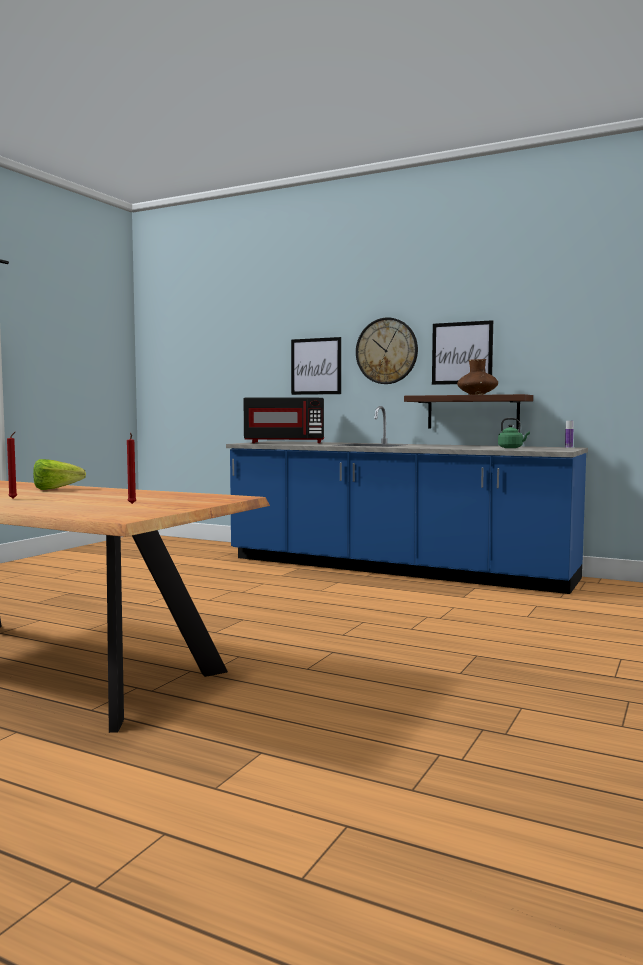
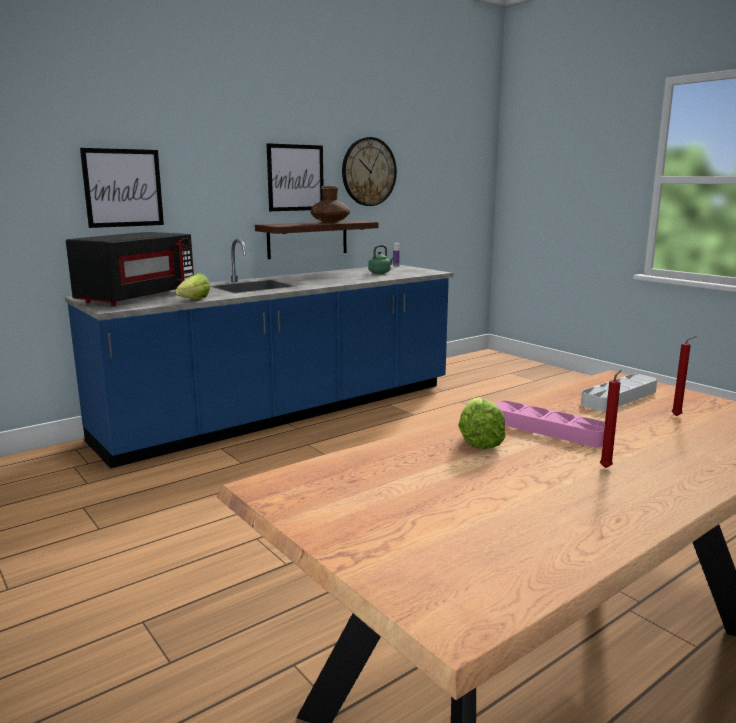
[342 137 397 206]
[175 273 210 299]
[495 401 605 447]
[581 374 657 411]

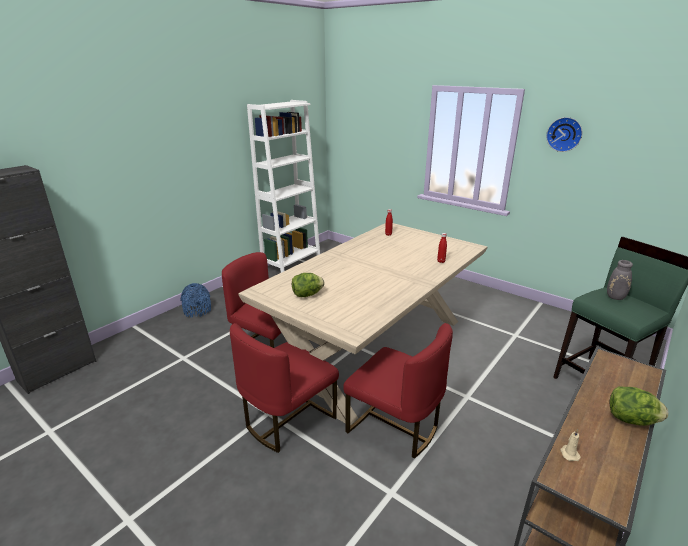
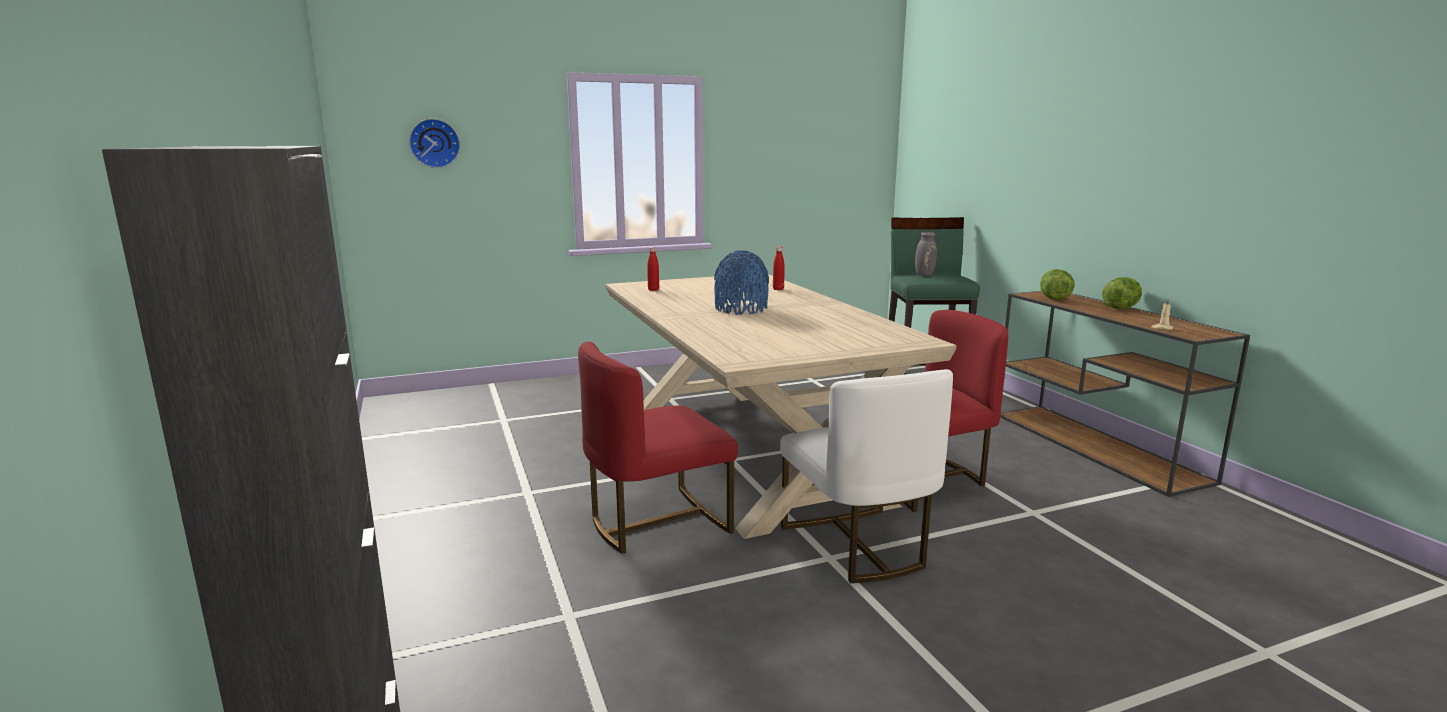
[714 250 769 315]
[780 369 953 583]
[247 100 320 273] (first image)
[1040 269 1074 300]
[409 119 460 168]

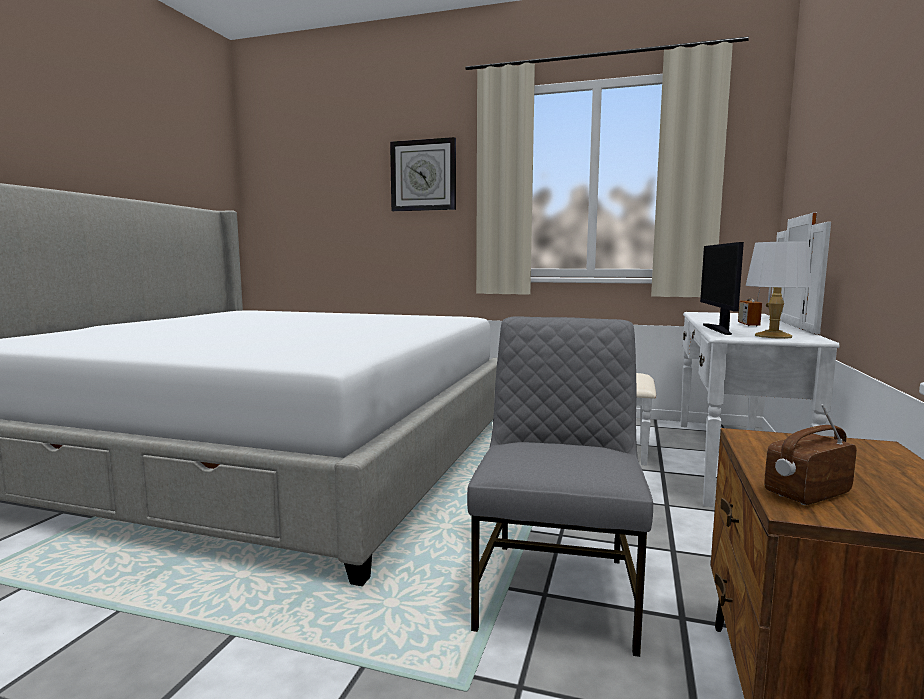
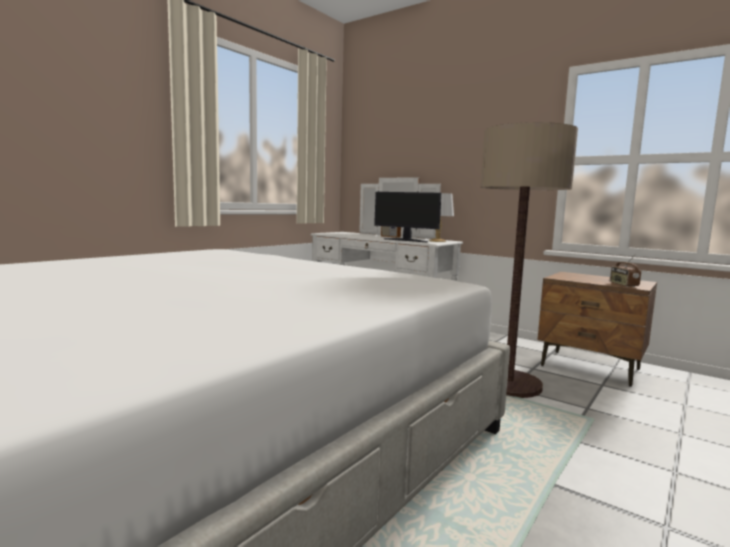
[390 137 456 211] (first image)
[481 122 578 398]

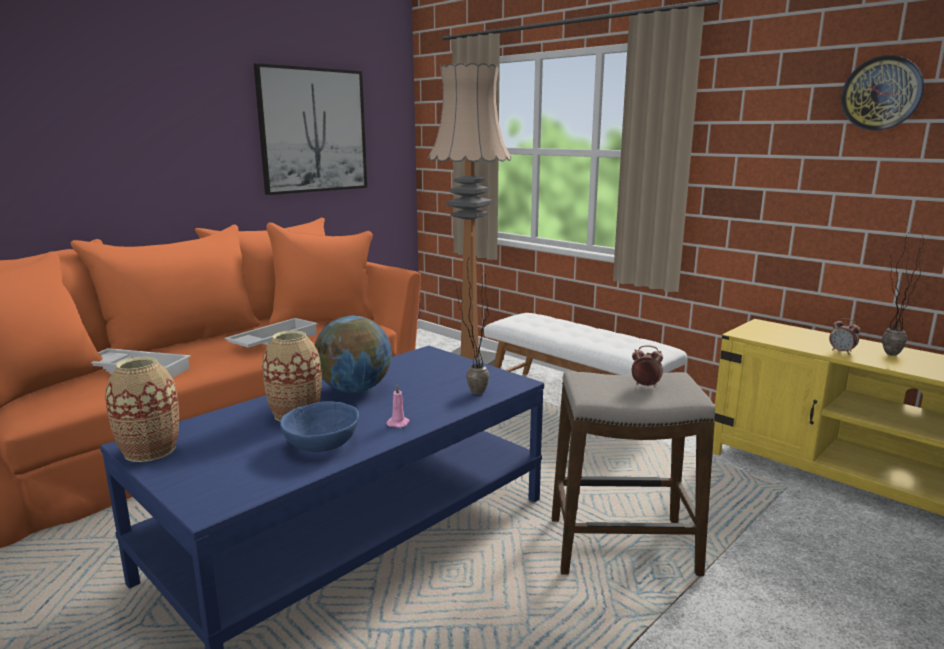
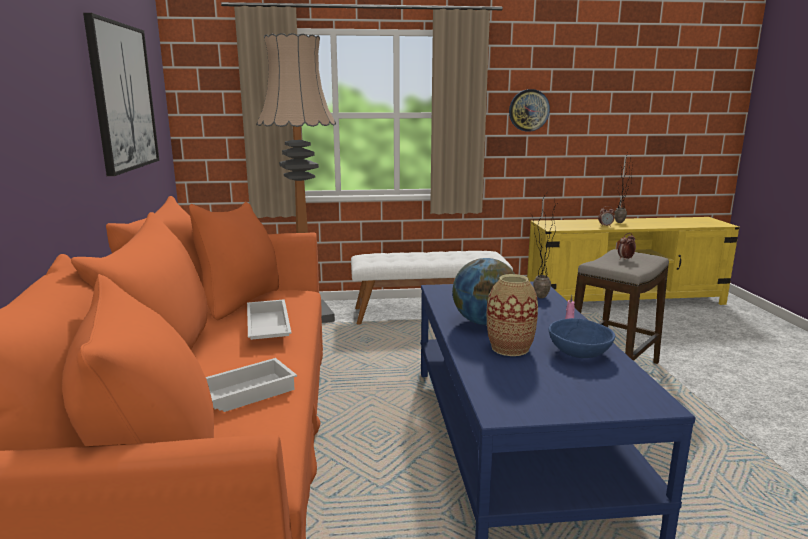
[105 357 179 462] (first image)
[509 89 550 132]

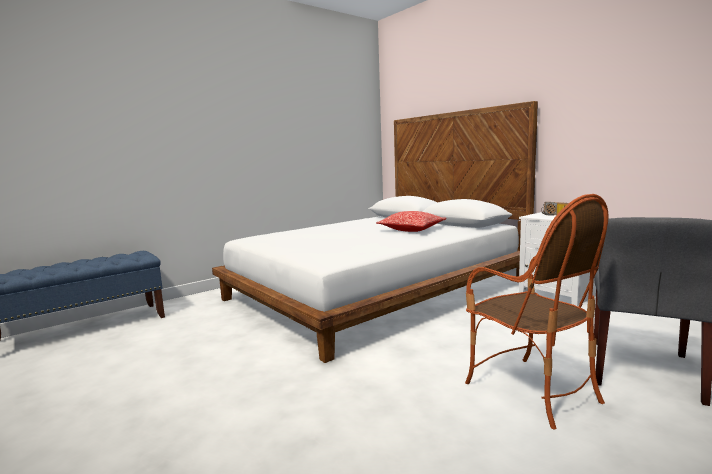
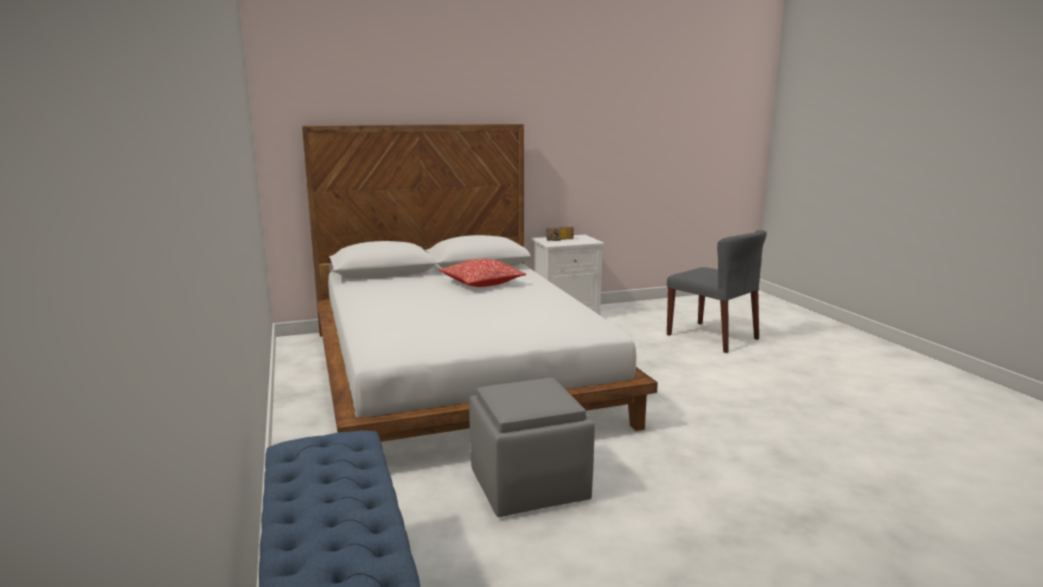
[465 194 609 429] (first image)
[469 378 595 517]

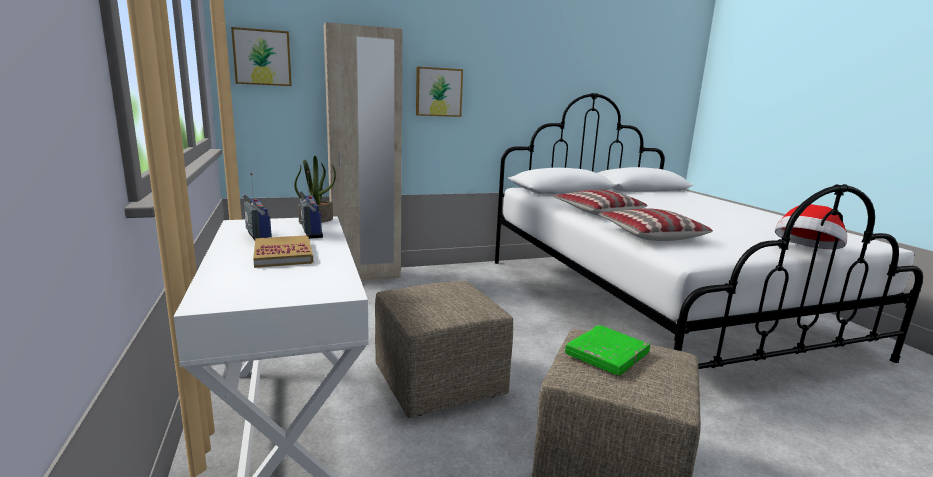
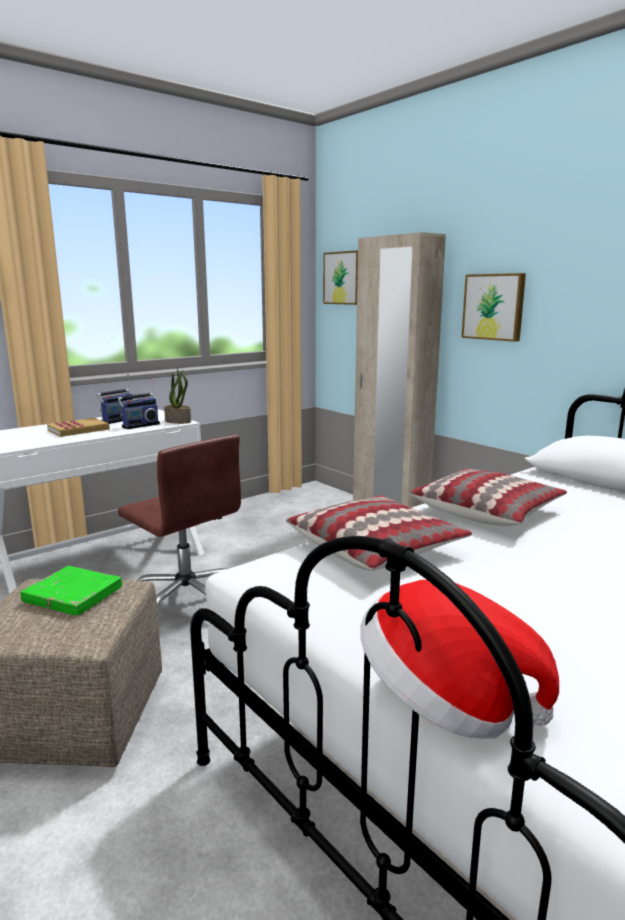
[118 435 241 608]

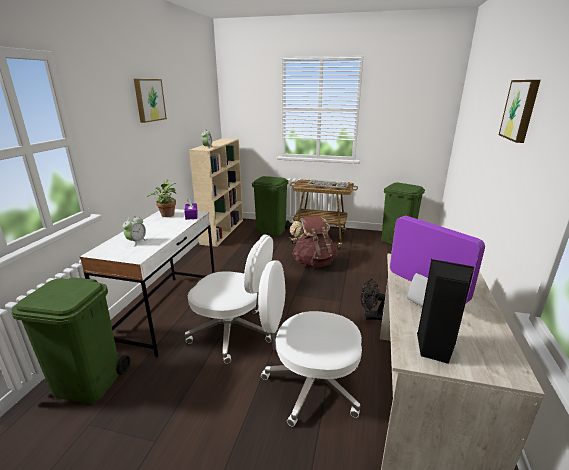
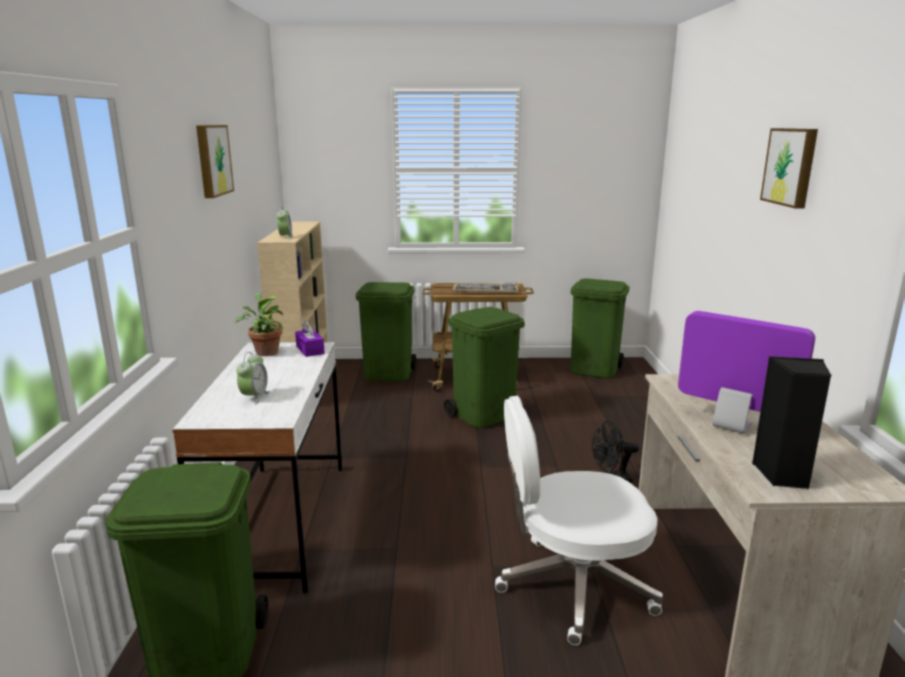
[185 234 273 364] (first image)
[444 307 525 428]

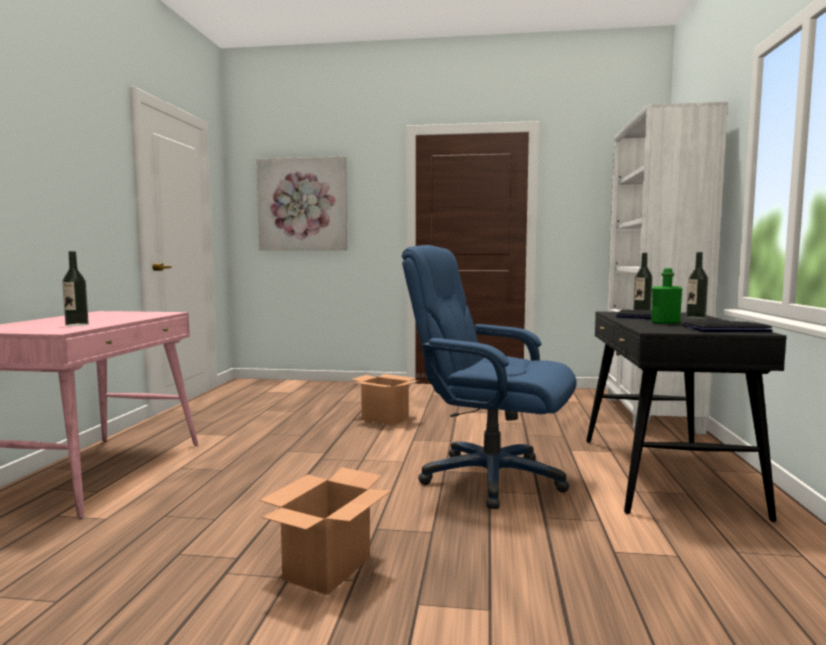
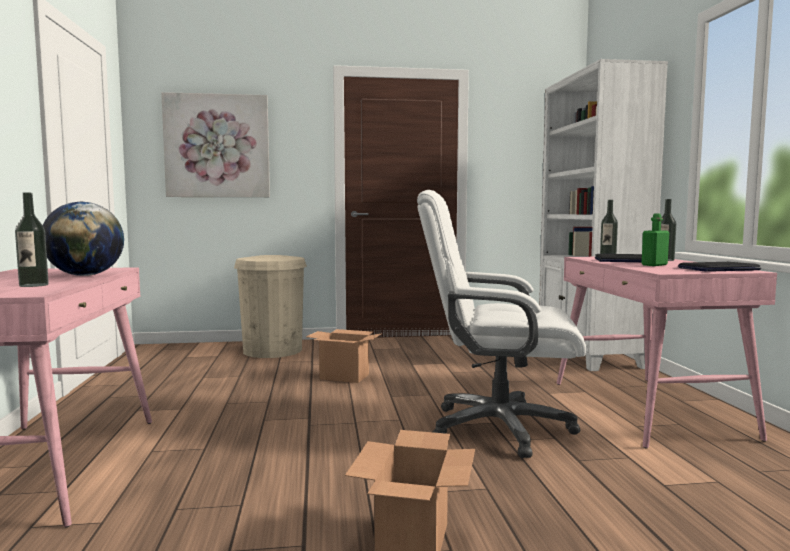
[417 190 586 458]
[556 256 777 448]
[43 201 124 276]
[234 255 307 358]

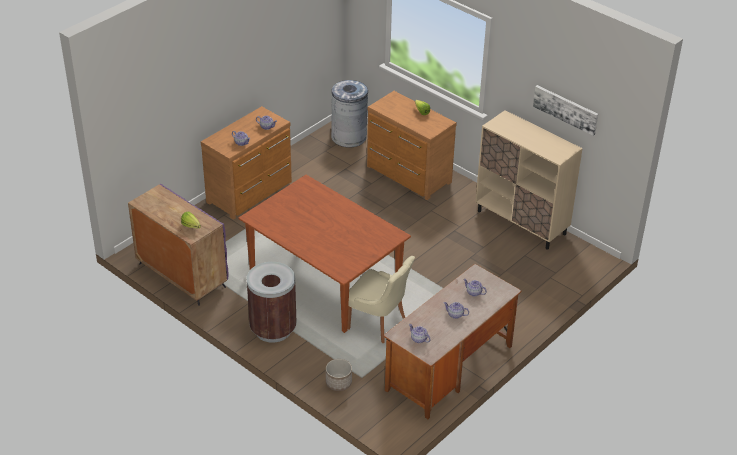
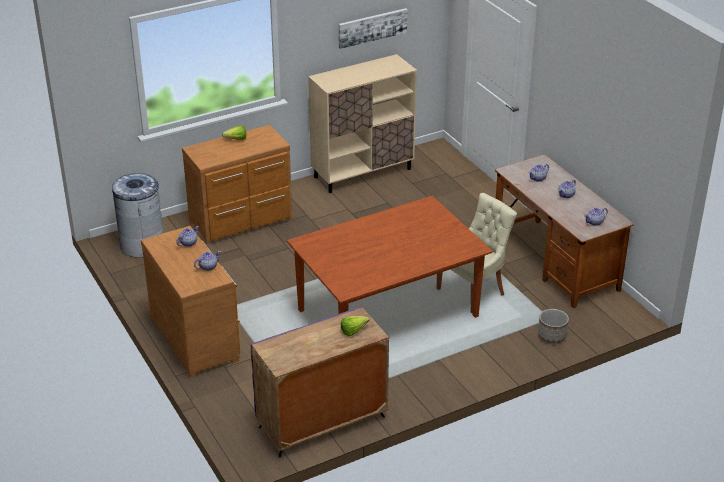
[246 262 297 343] (first image)

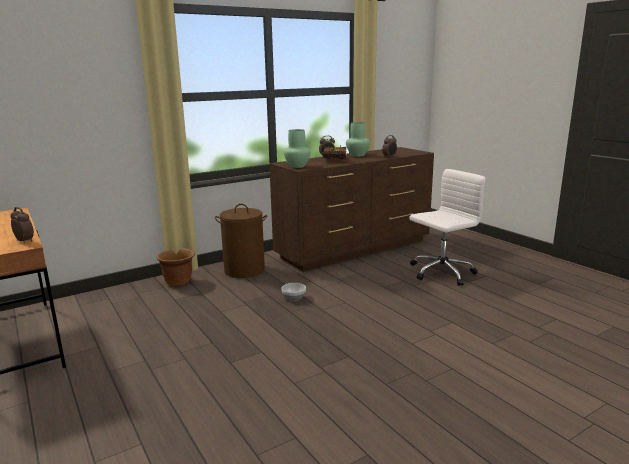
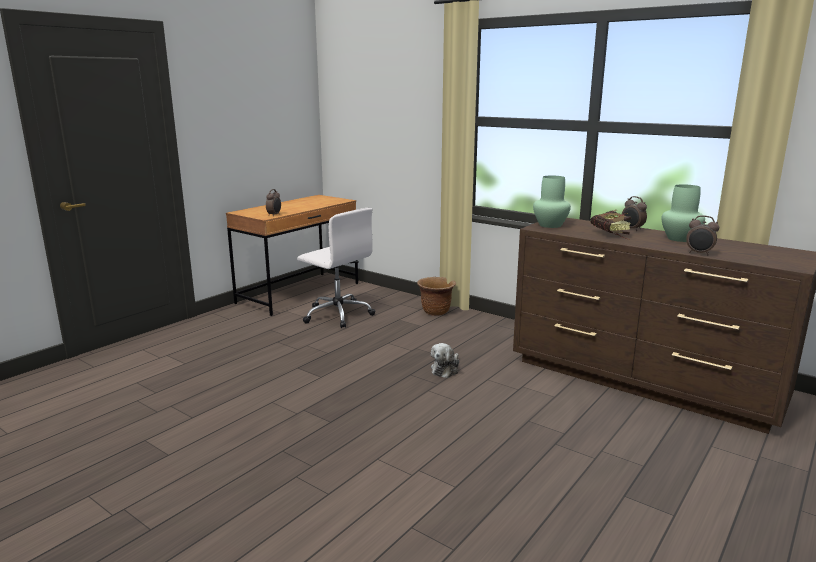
[215 204 267 278] (first image)
[431 343 459 378]
[297 208 375 328]

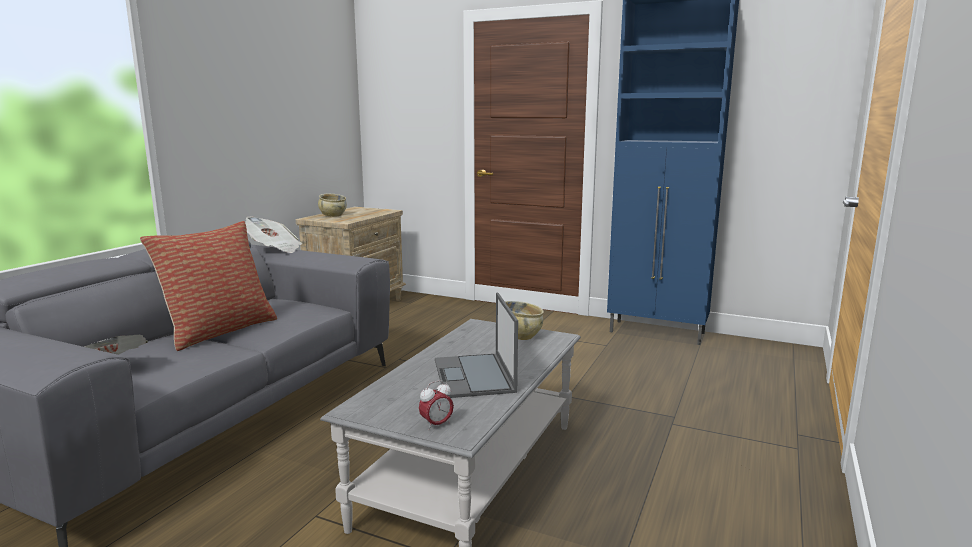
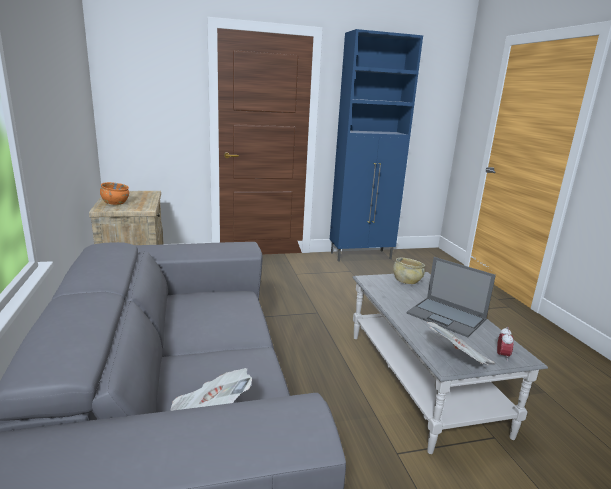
[140 221 277 351] (first image)
[427 322 495 366]
[100 182 129 205]

